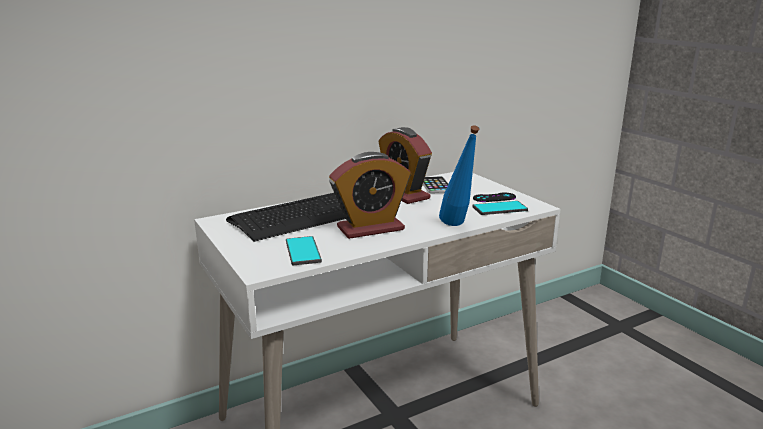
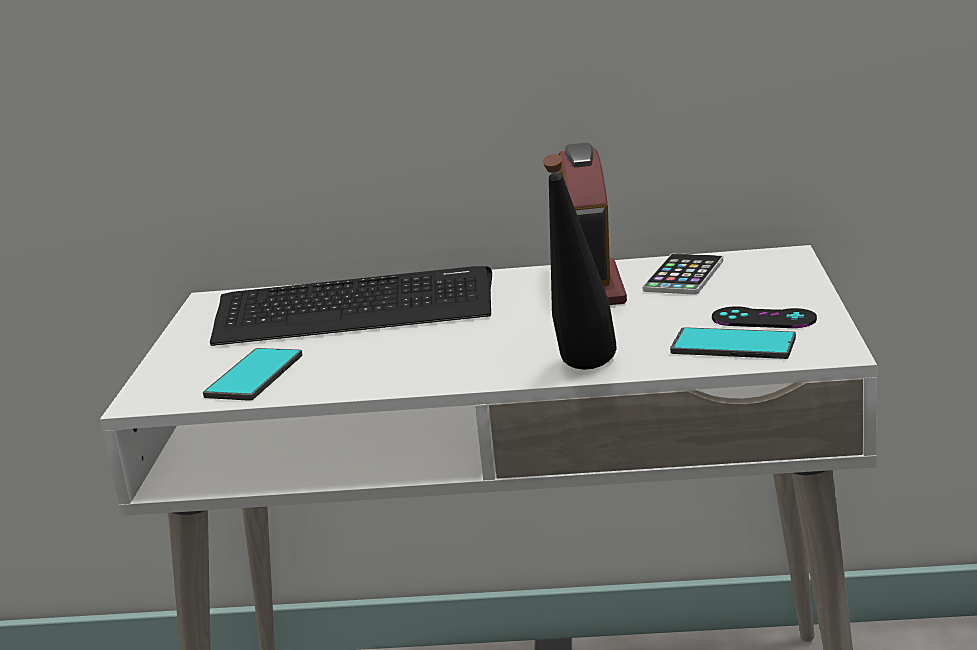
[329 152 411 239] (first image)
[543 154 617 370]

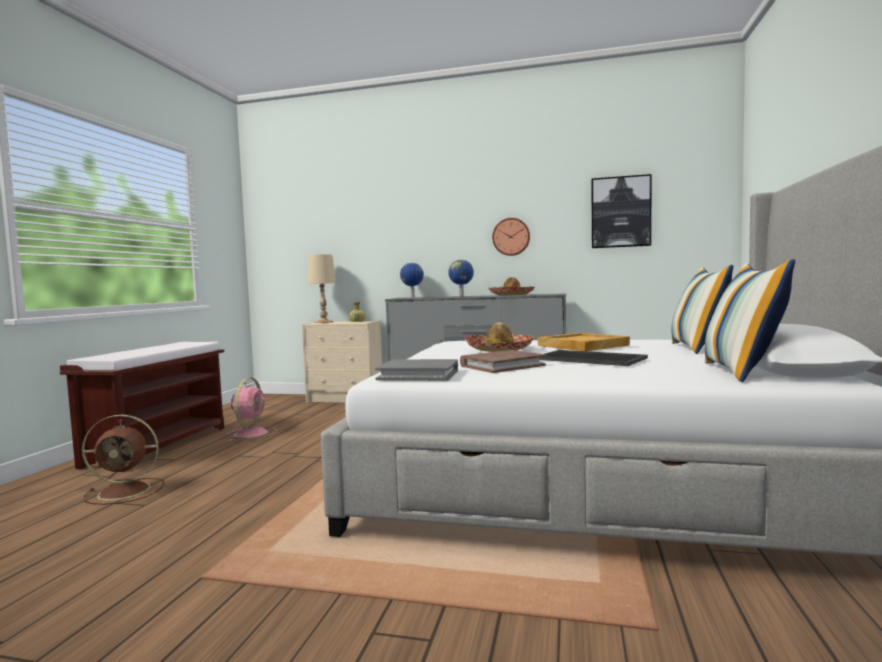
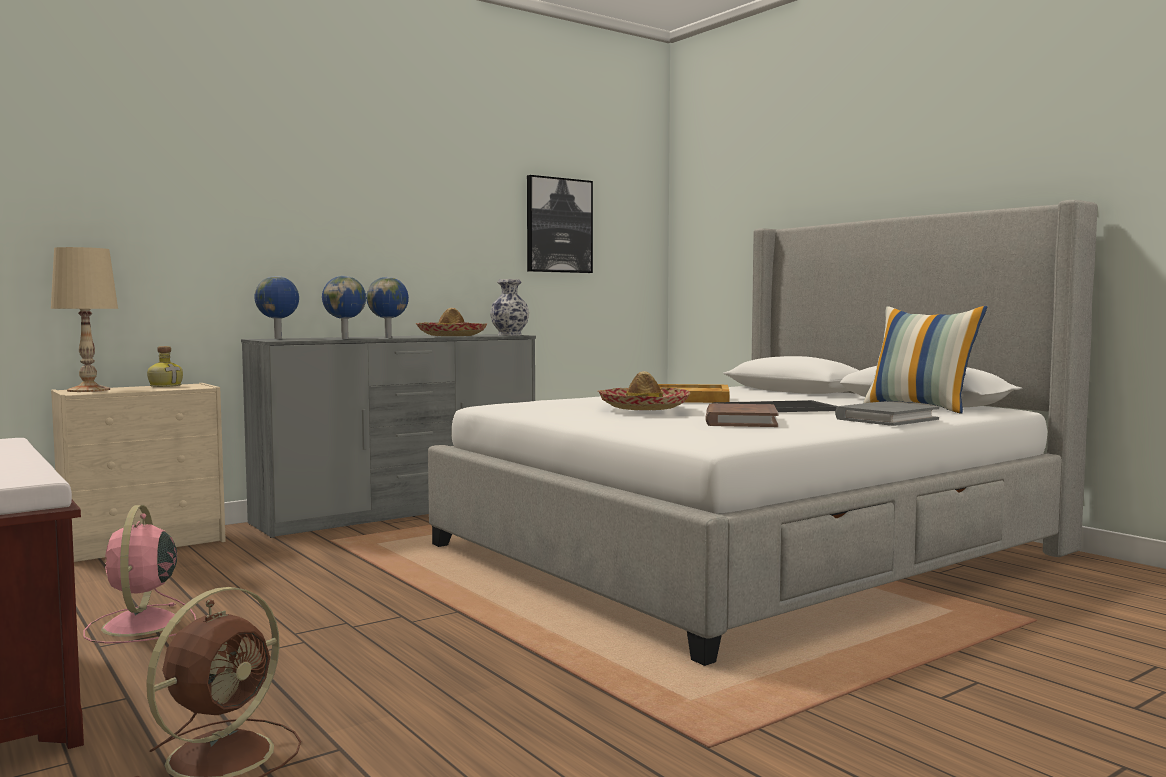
[83 505 196 643]
[835 402 939 426]
[492 218 530 256] (first image)
[672 265 733 354] (first image)
[322 276 366 339]
[490 279 529 336]

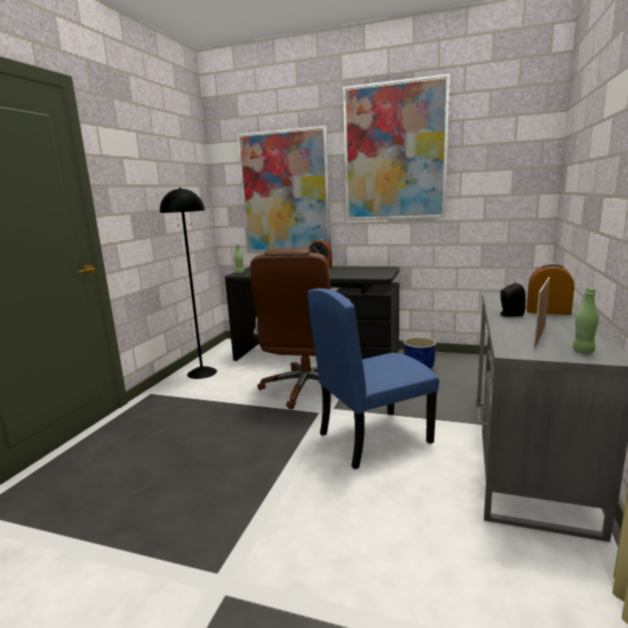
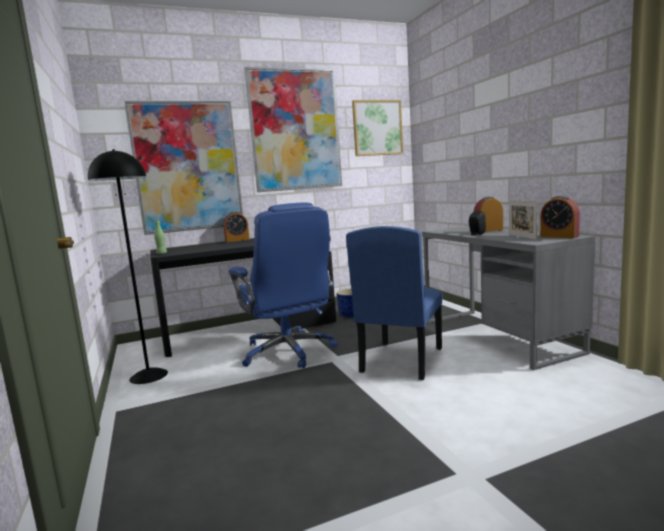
[228 203 338 368]
[540 196 580 238]
[352 100 403 156]

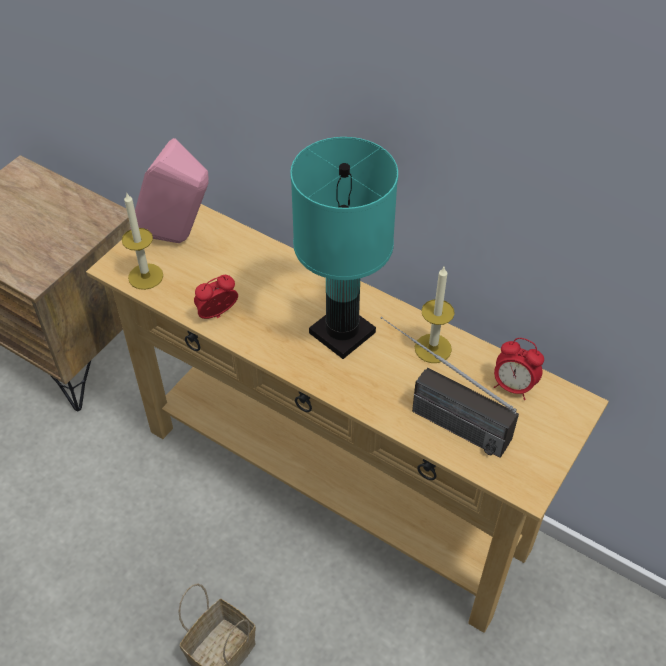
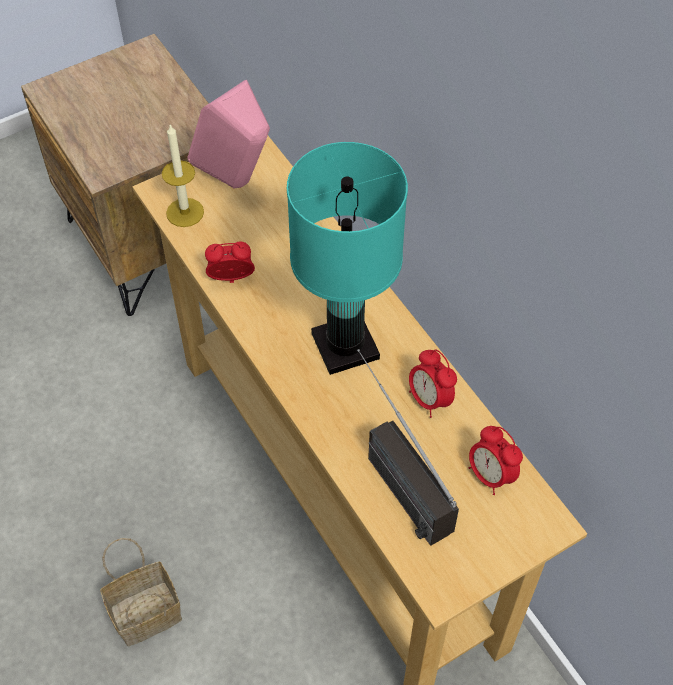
[409 350 457 418]

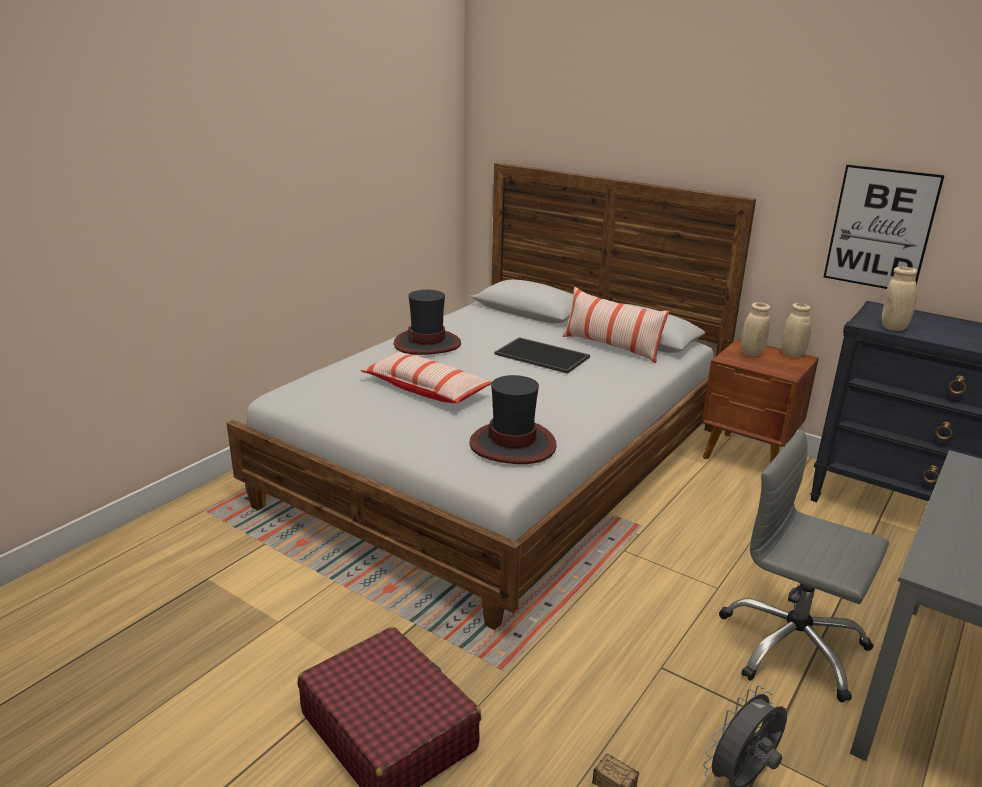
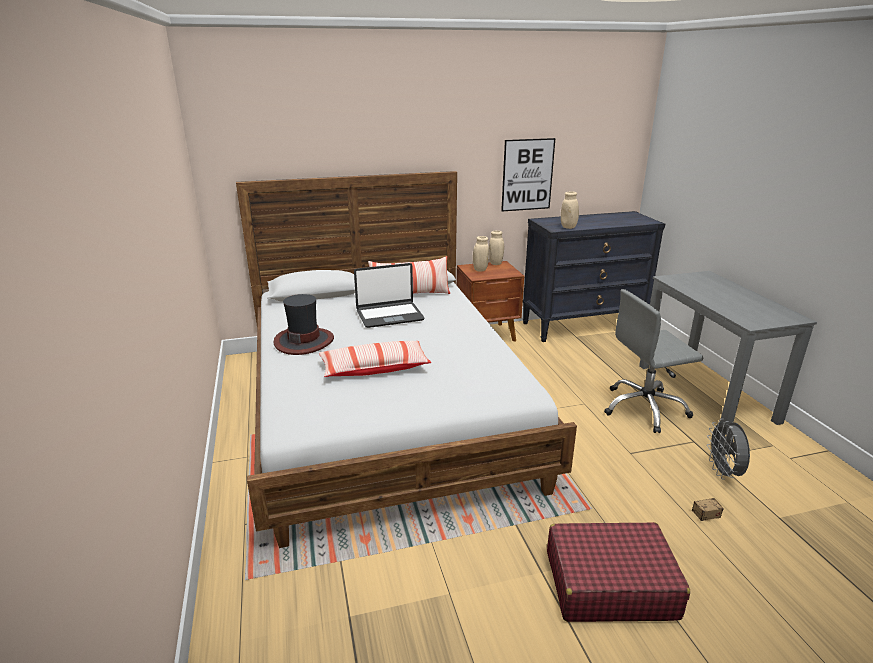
[469 375 557 464] (first image)
[354 263 425 328]

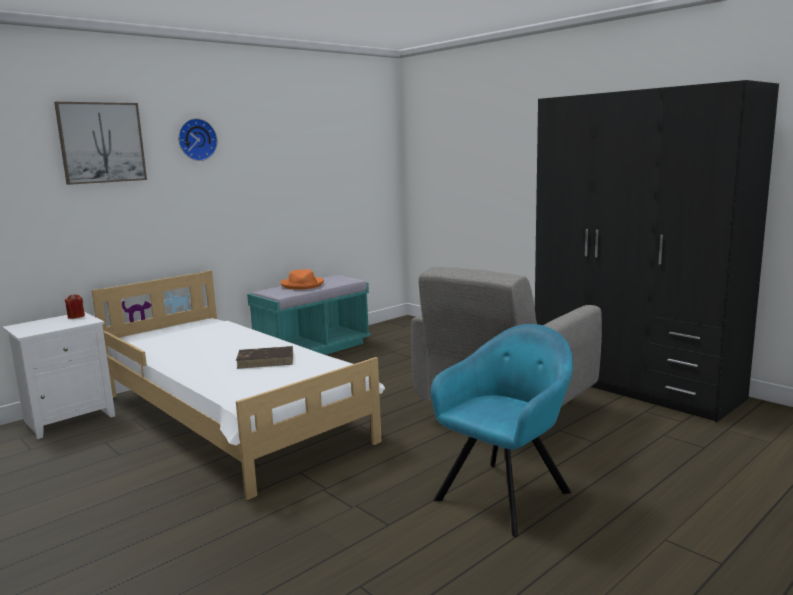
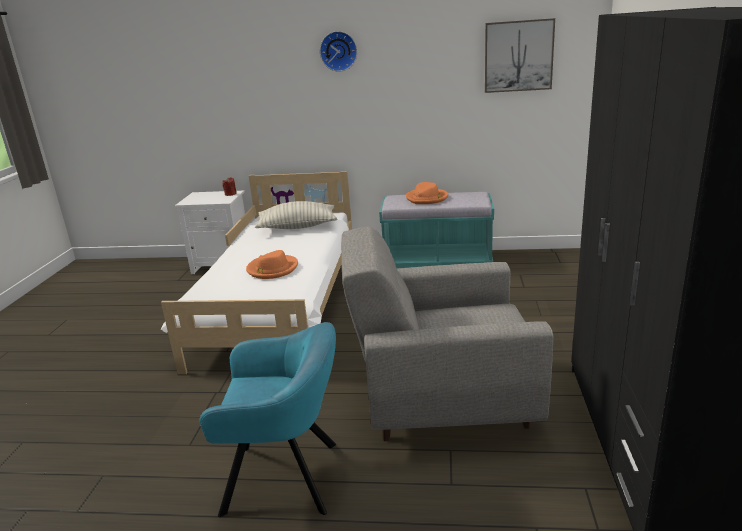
[485 18 555 93]
[246 250 298 279]
[255 201 337 229]

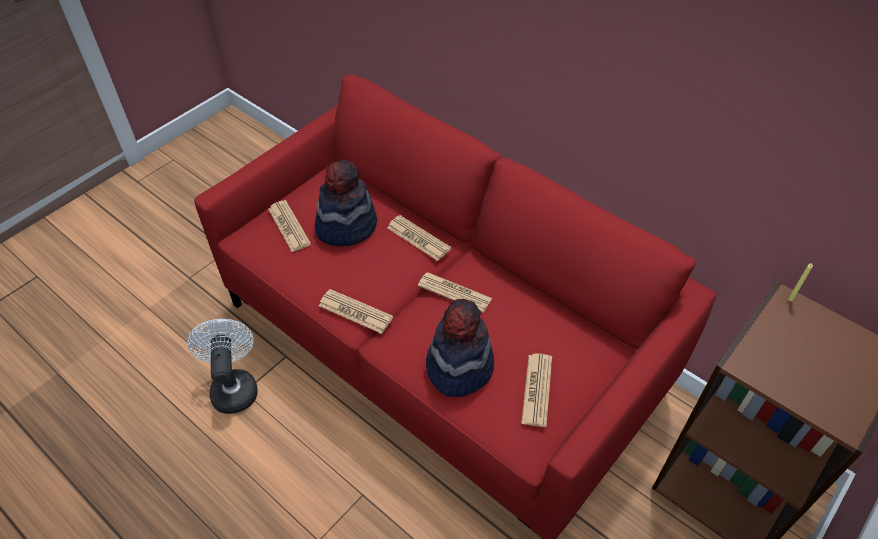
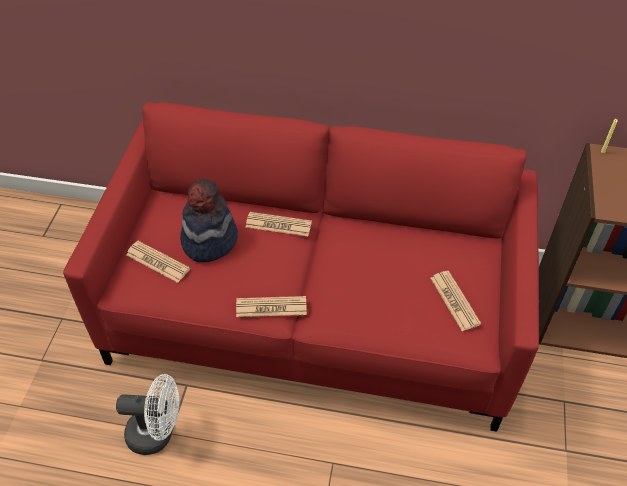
[116 374 179 455]
[418 272 492 313] (first image)
[426 299 494 397] (first image)

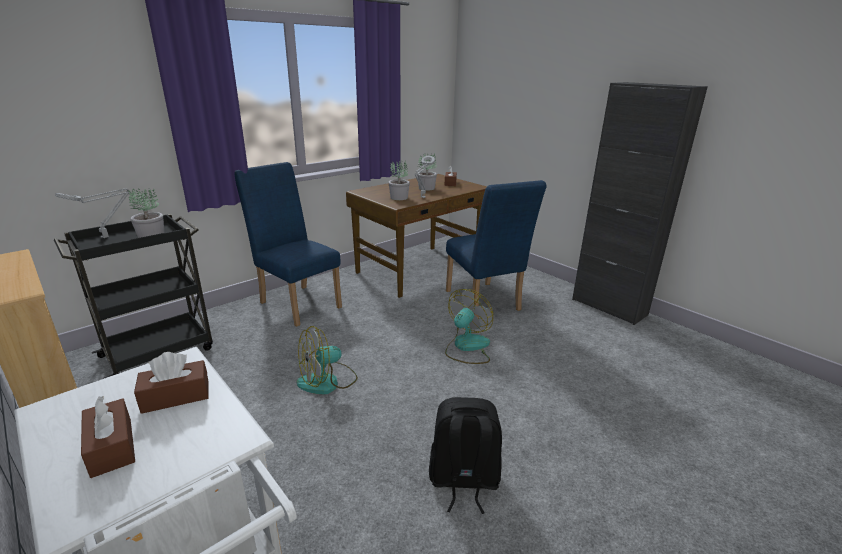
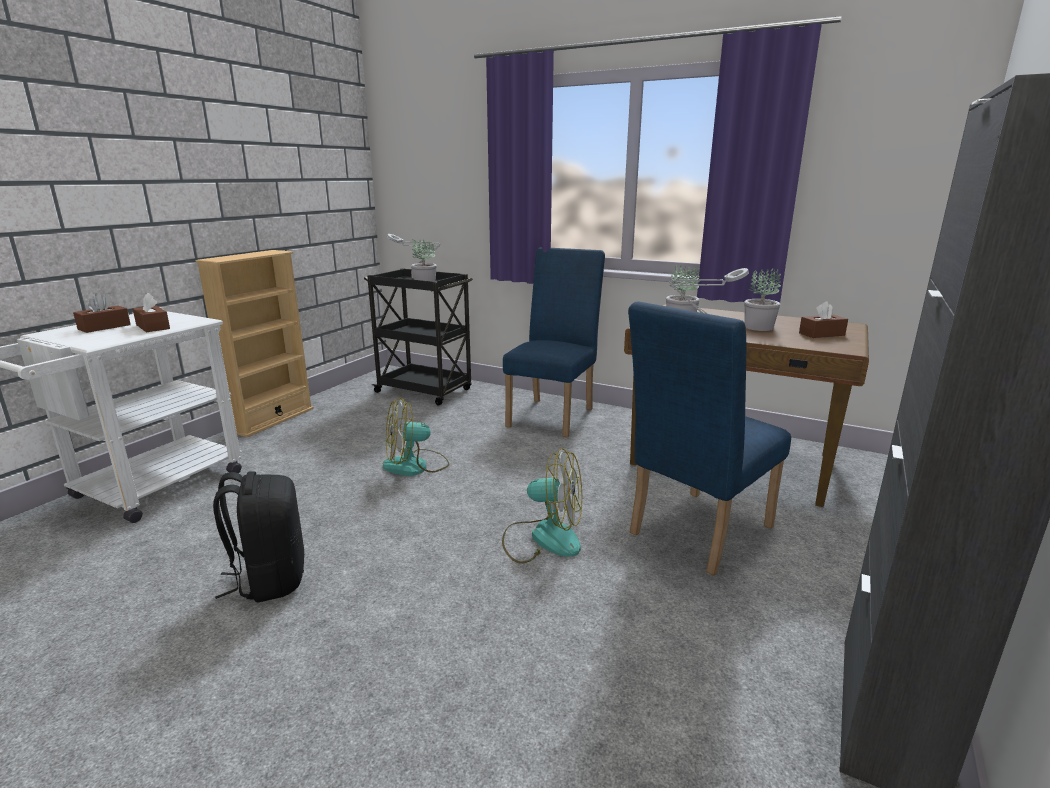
[383 398 449 476]

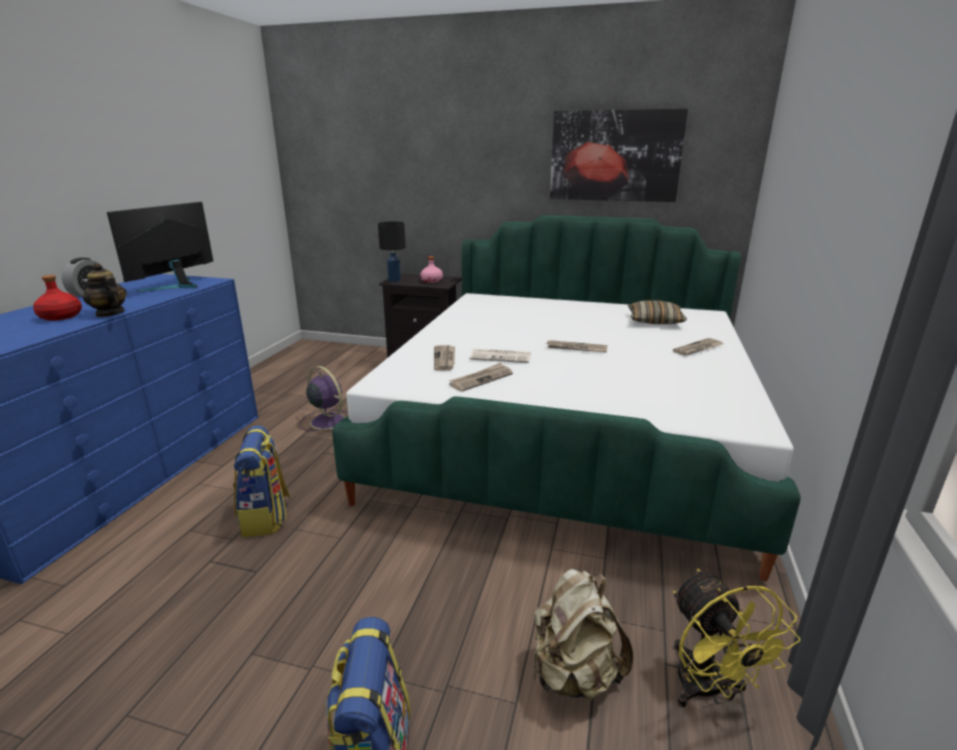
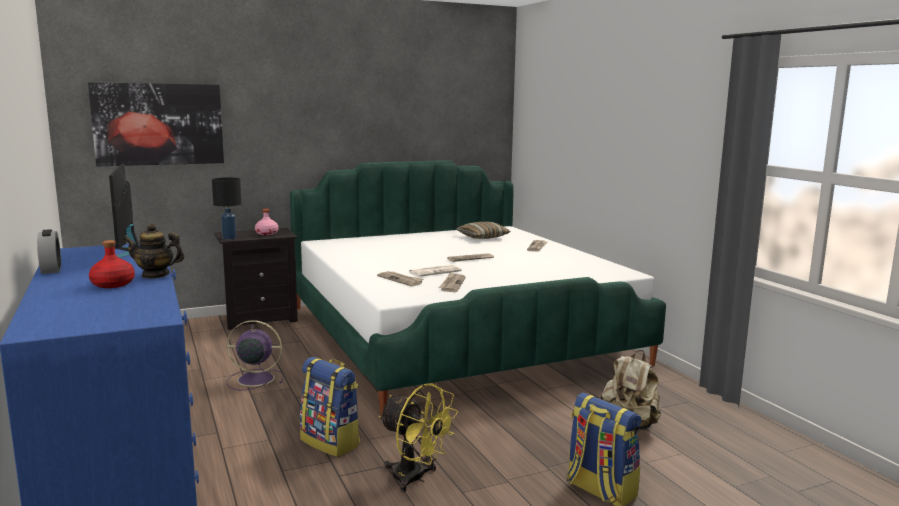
[88 82 224 166]
[379 383 458 492]

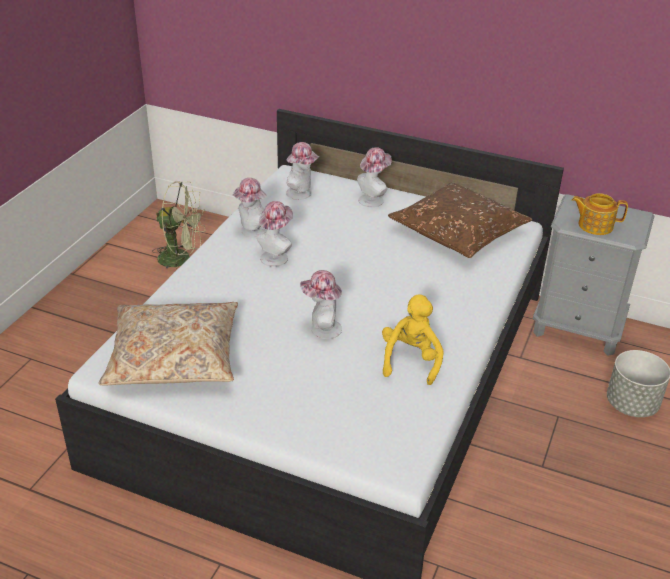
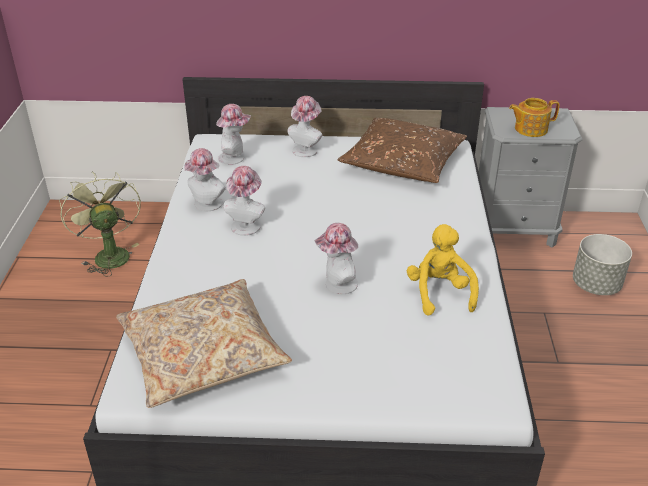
[59 172 141 277]

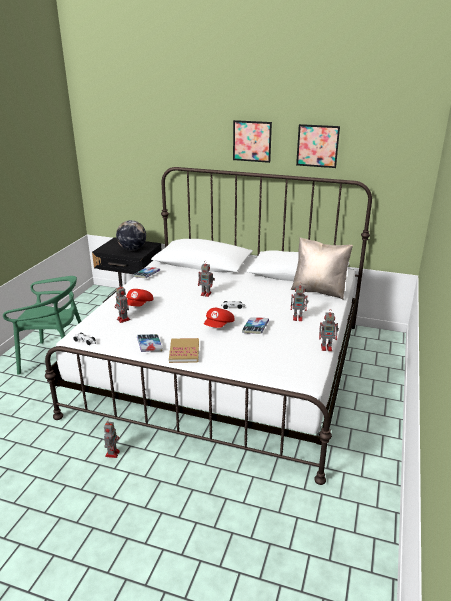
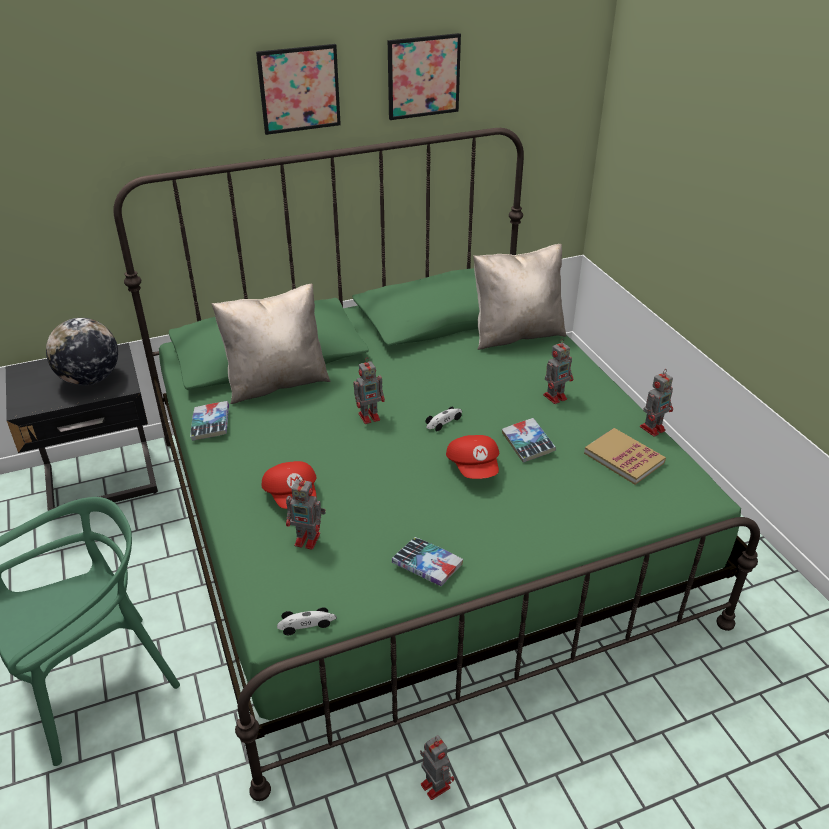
[113 128 760 801]
[584 428 666 485]
[212 284 331 404]

